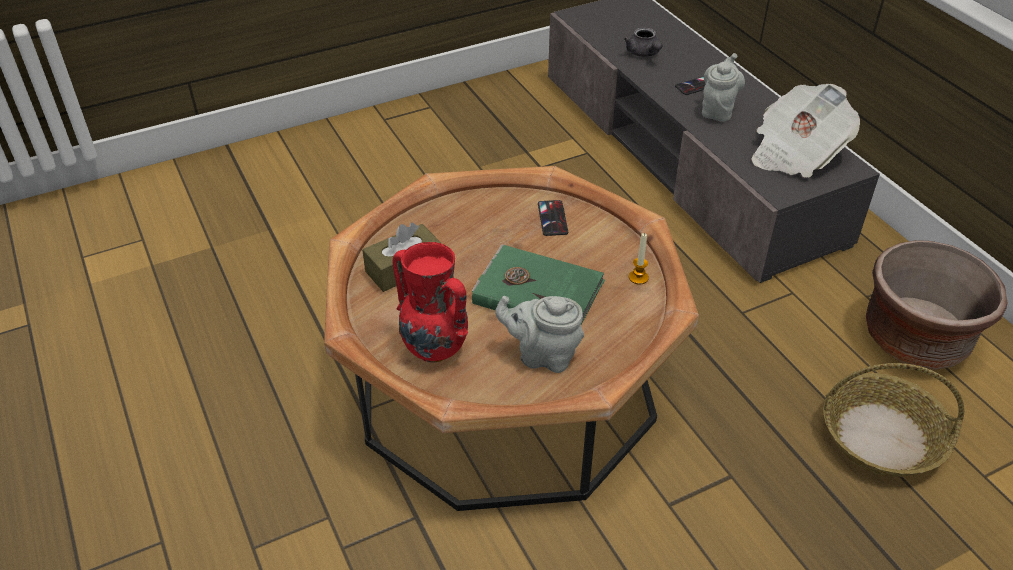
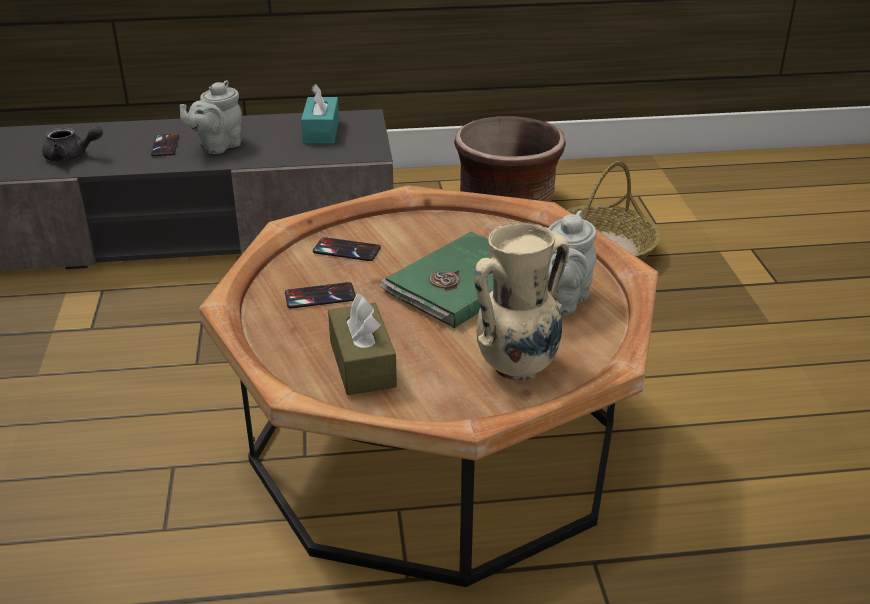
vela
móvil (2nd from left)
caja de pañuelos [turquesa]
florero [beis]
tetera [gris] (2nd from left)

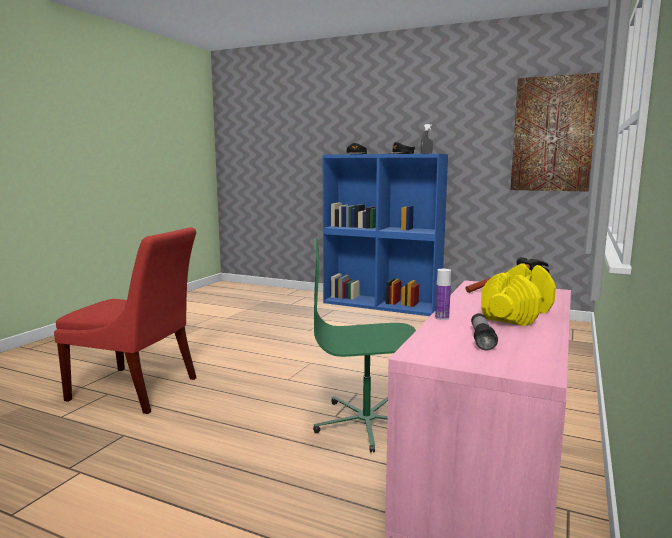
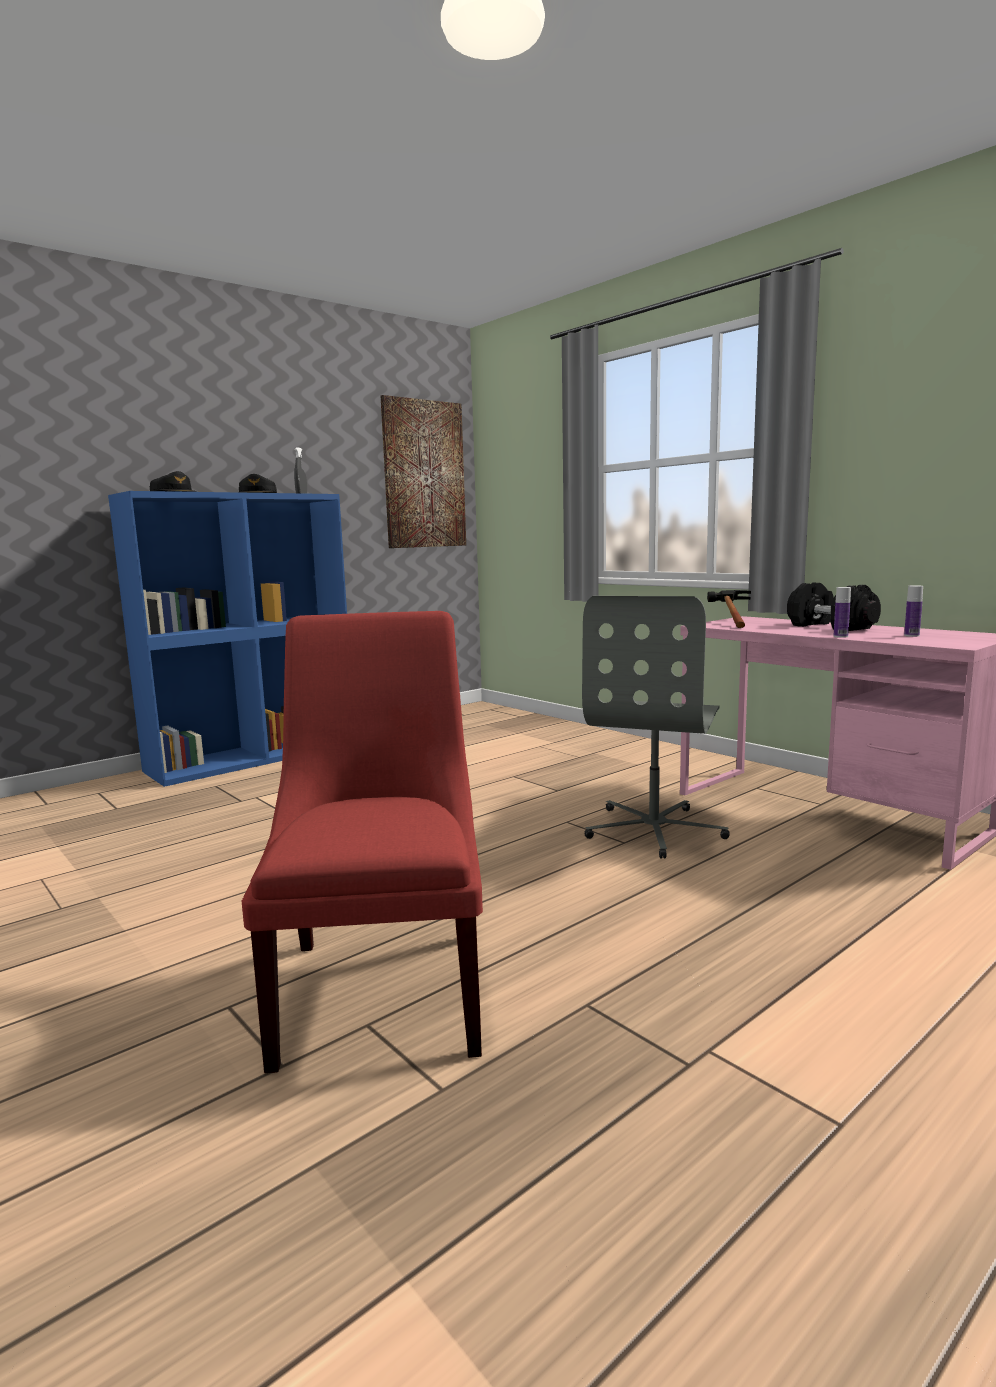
botella (2nd from left)
silla de oficina [gris]
mancuerna [negro]
silla [rojo]

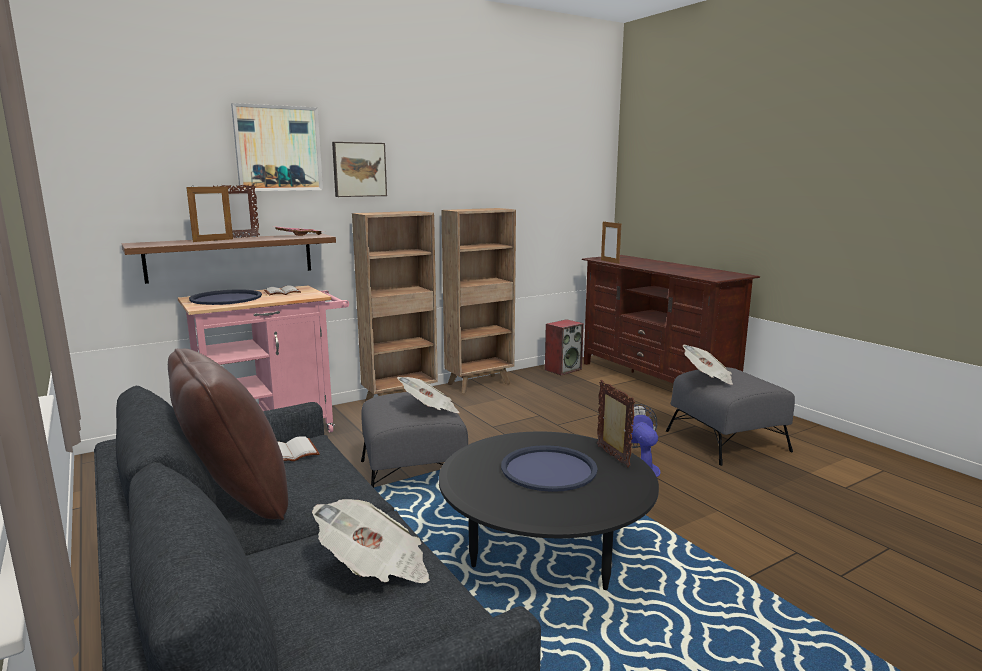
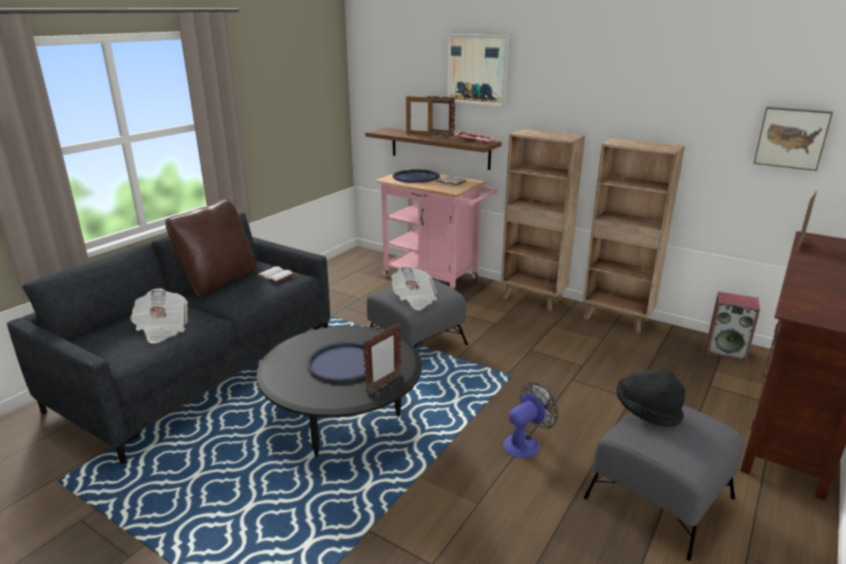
cuadro (2nd from left)
sombrero [negro]

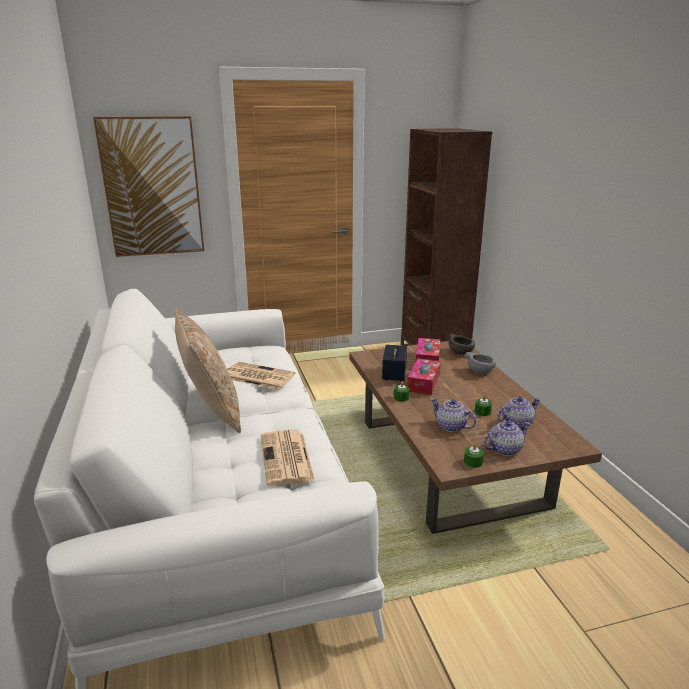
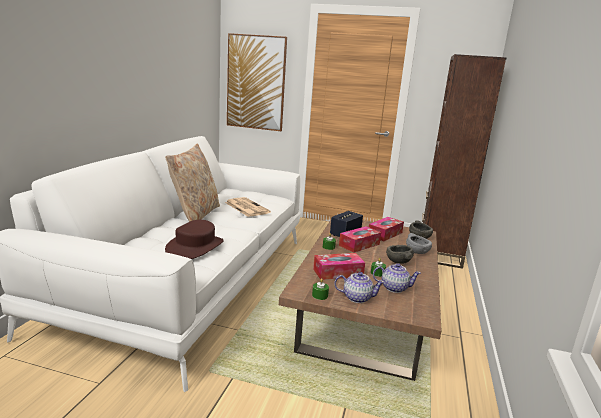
cuenco [gris] (1st from left)
sombrero [marrón]
caja de pañuelos (1st from left)

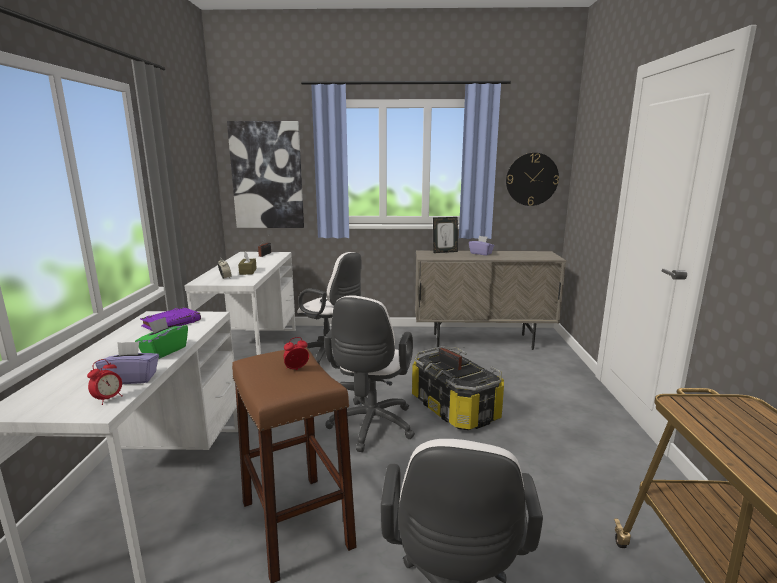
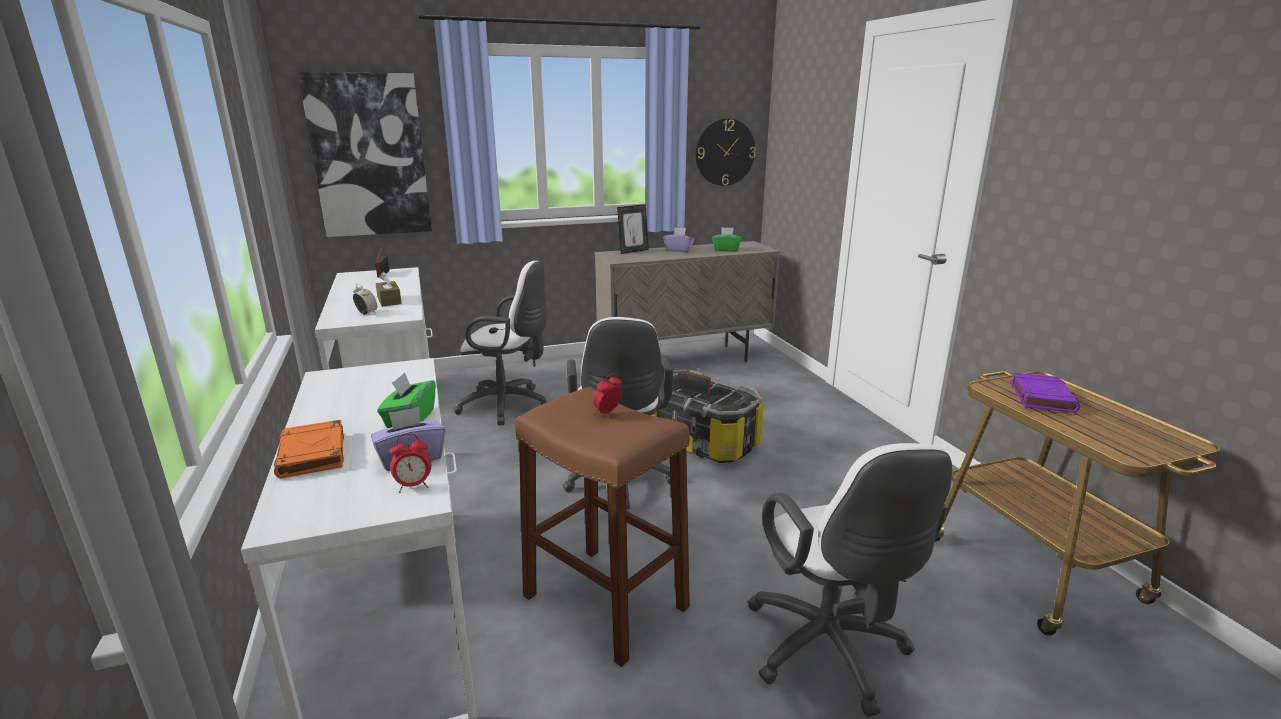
libro [naranja]
caja de pañuelos [verde] (2nd from left)
libro [morado]
despertador (2nd from left)

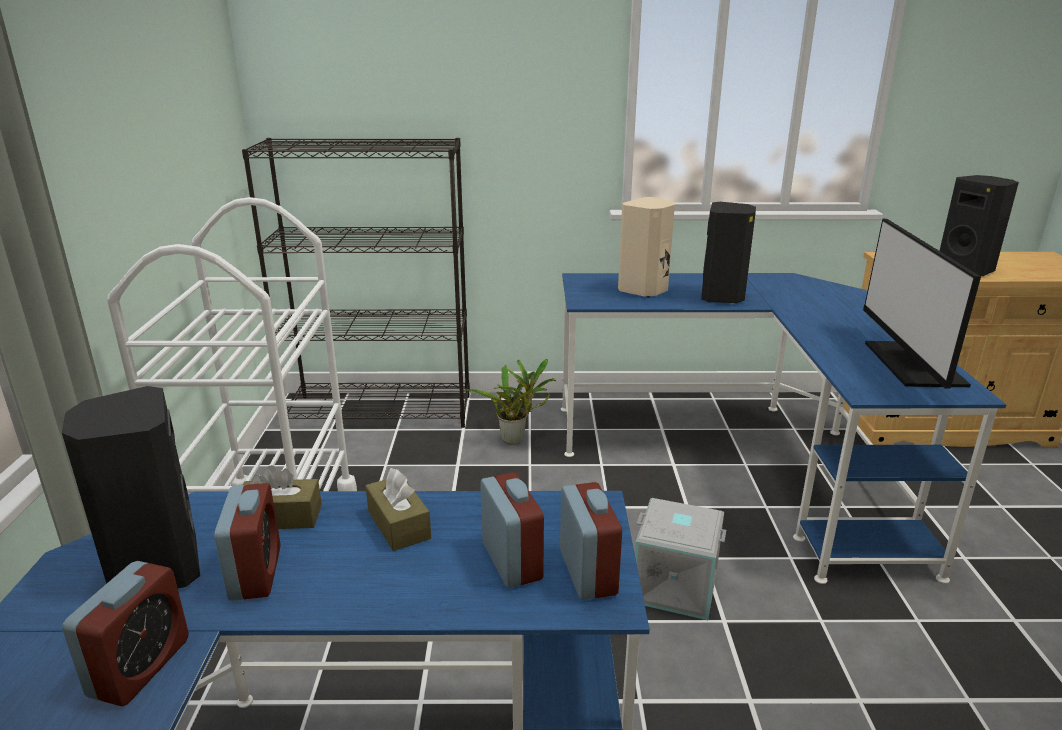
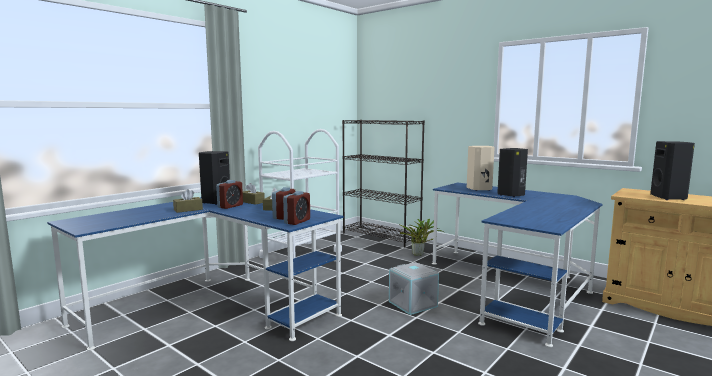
monitor
caja de pañuelos [marrón] (1st from left)

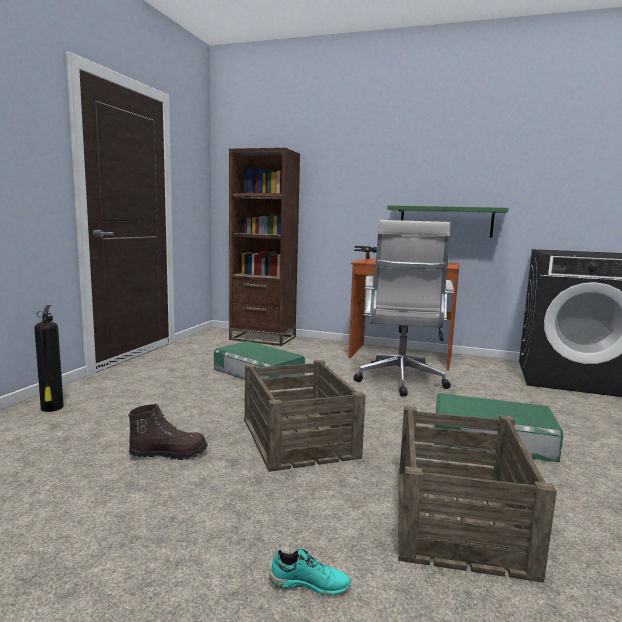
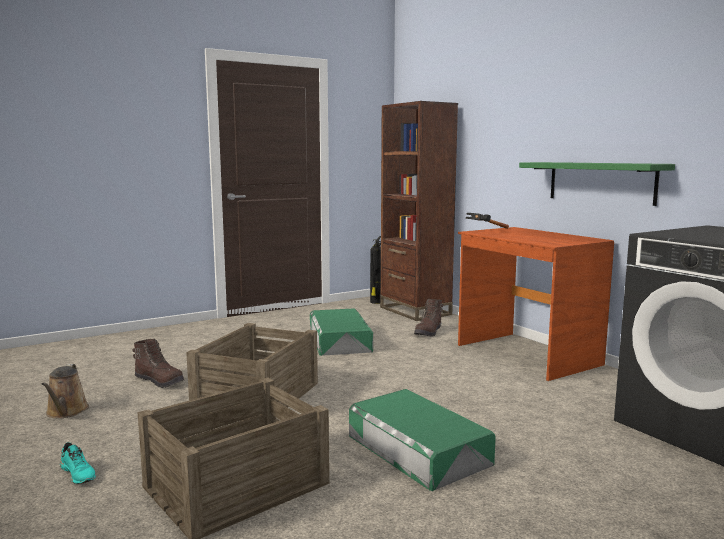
silla de oficina [blanco]
regadera [marrón]
bota [marrón] (2nd from left)
extintor

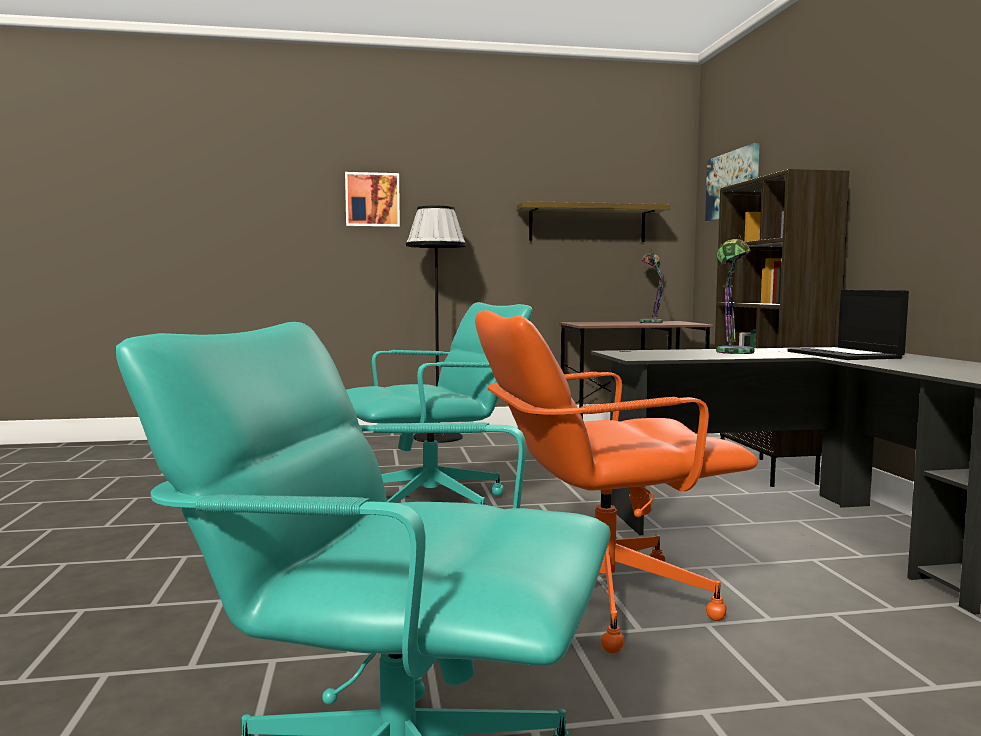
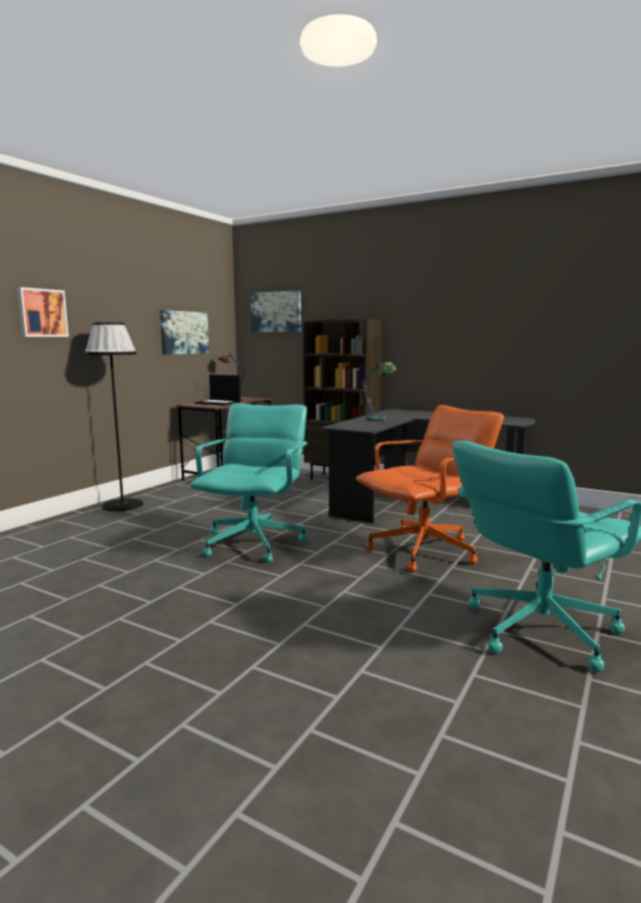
portátil
cuadro (2nd from left)
silla de oficina [naranja]

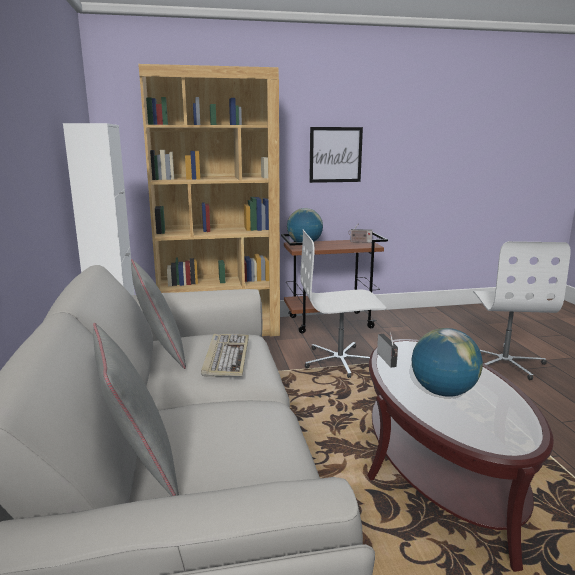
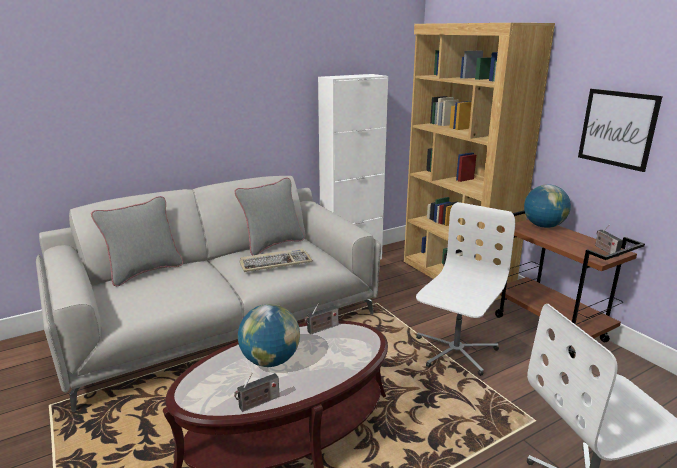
radio (1st from left)
silla de oficina [blanco] (1st from left)

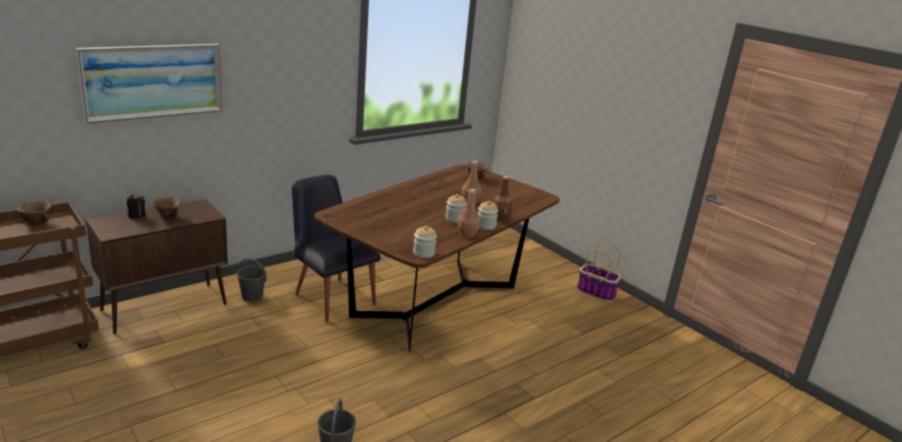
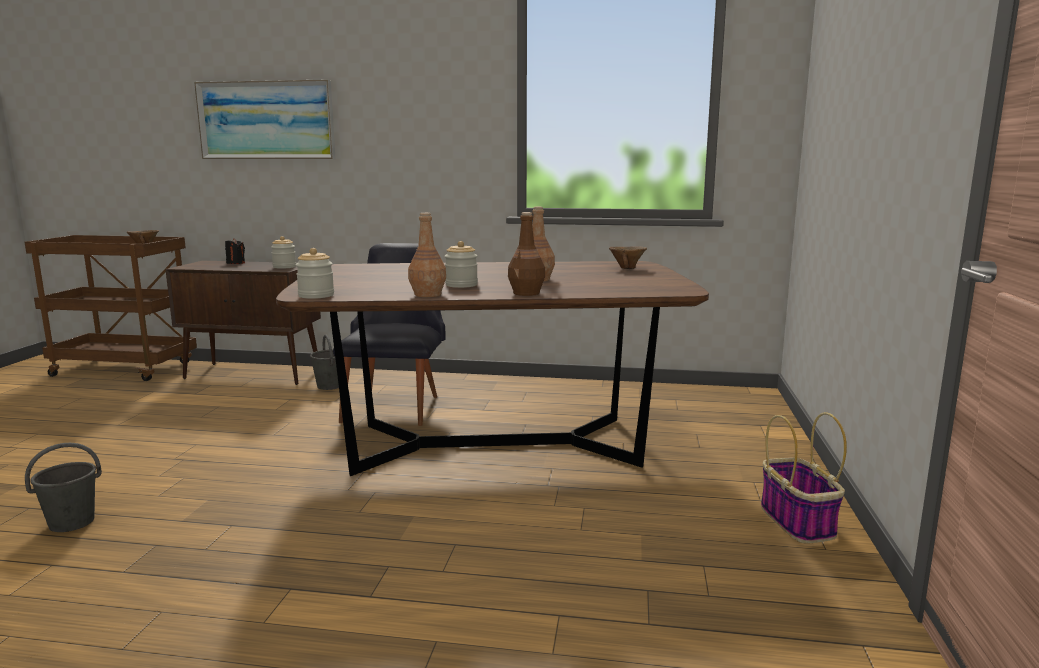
cuenco [marrón] (2nd from left in the first image)
tarro (1st from left)

